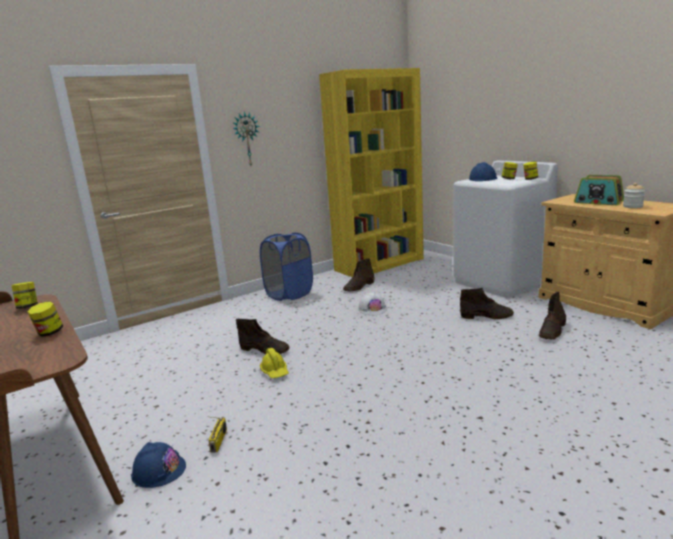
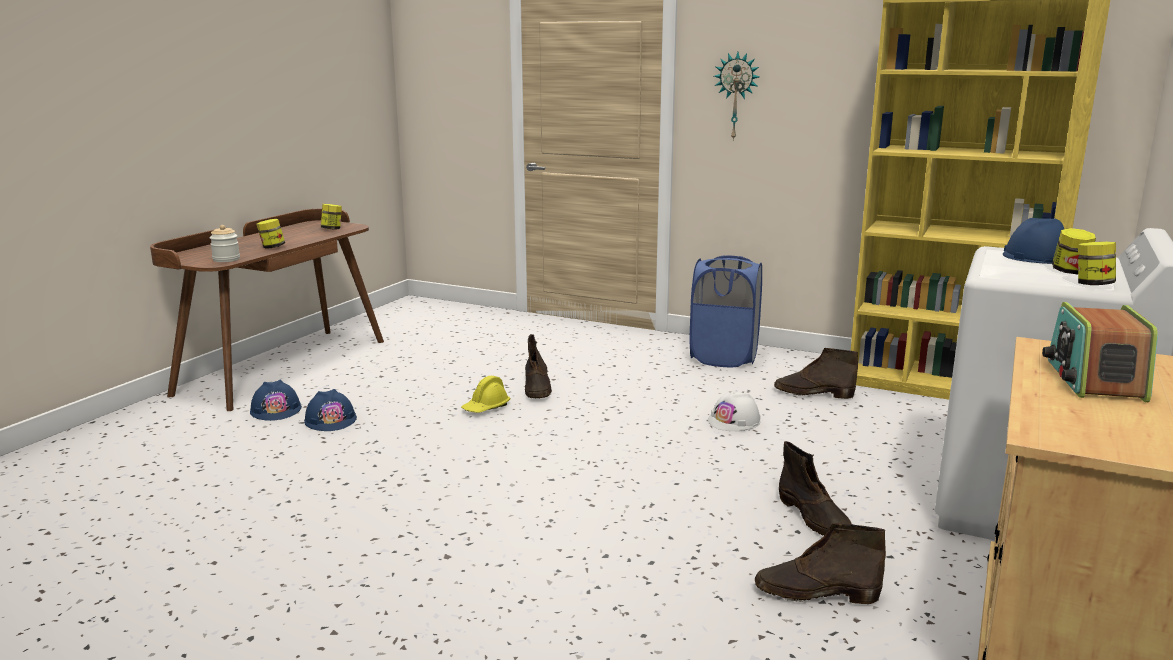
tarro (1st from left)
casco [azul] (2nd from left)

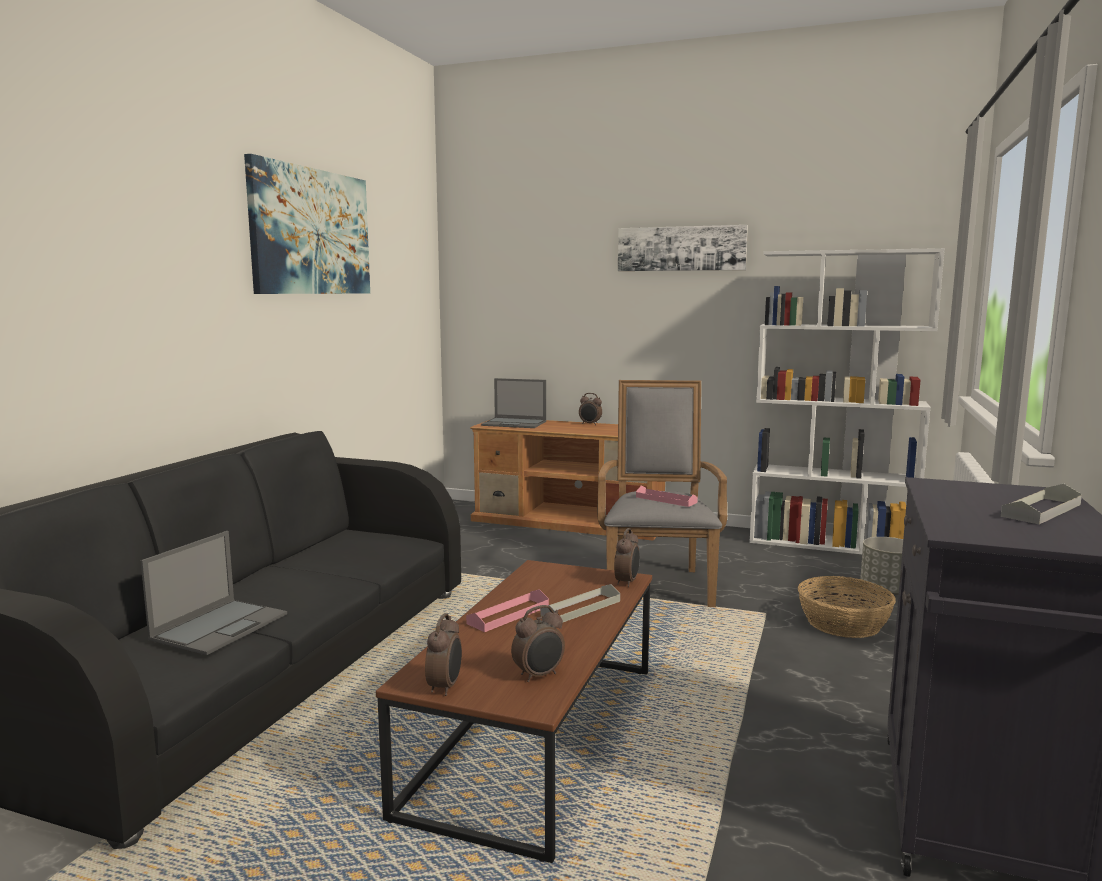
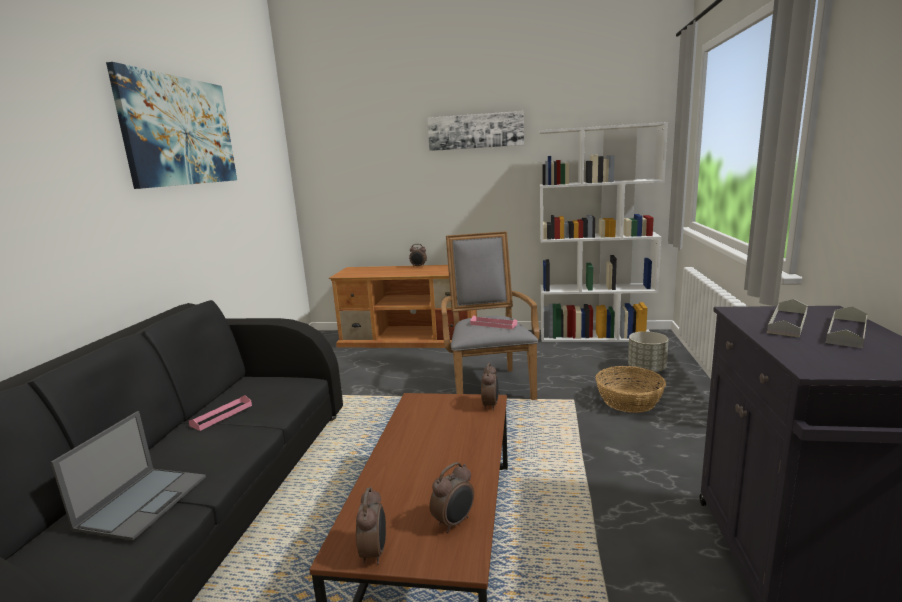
portátil (2nd from left in the first image)
bandeja [rosa] (1st from left)
bandeja [gris] (1st from left)

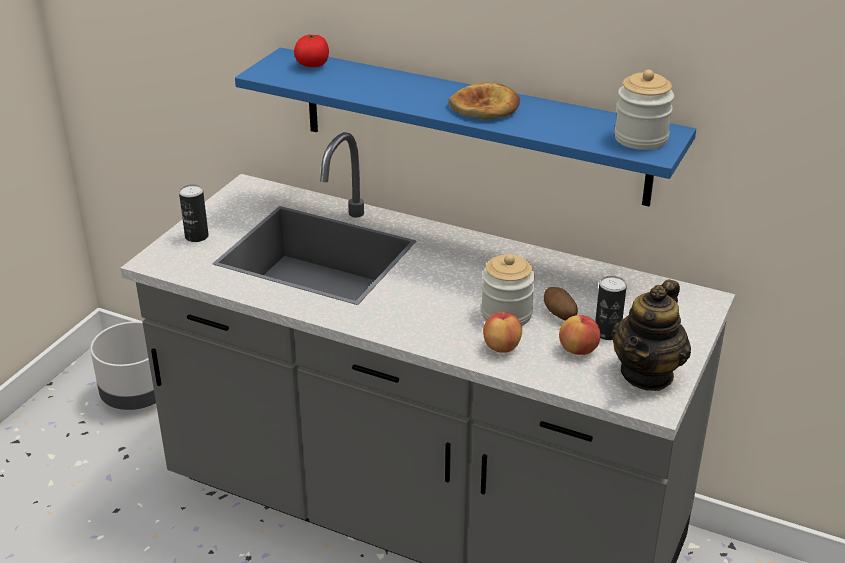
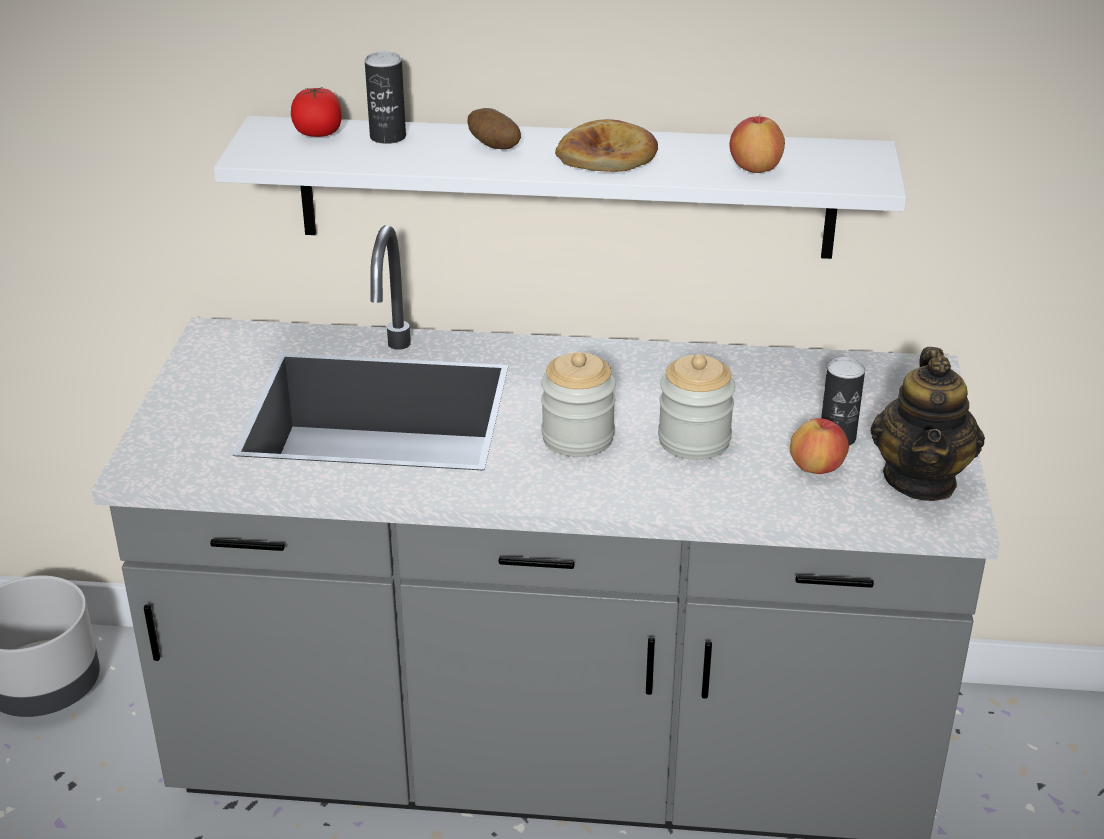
lata (1st from left)
manzana (1st from left)
patata
tarro (1st from left)
estante [blanco]

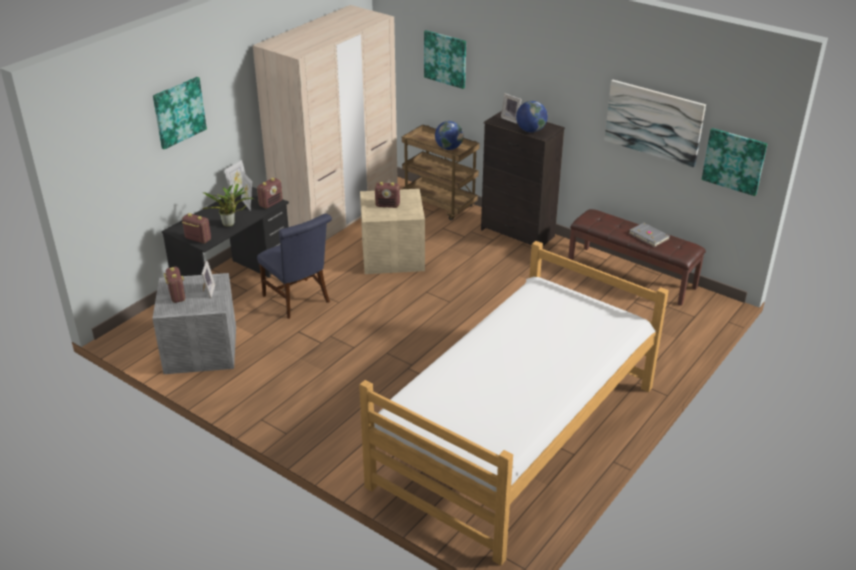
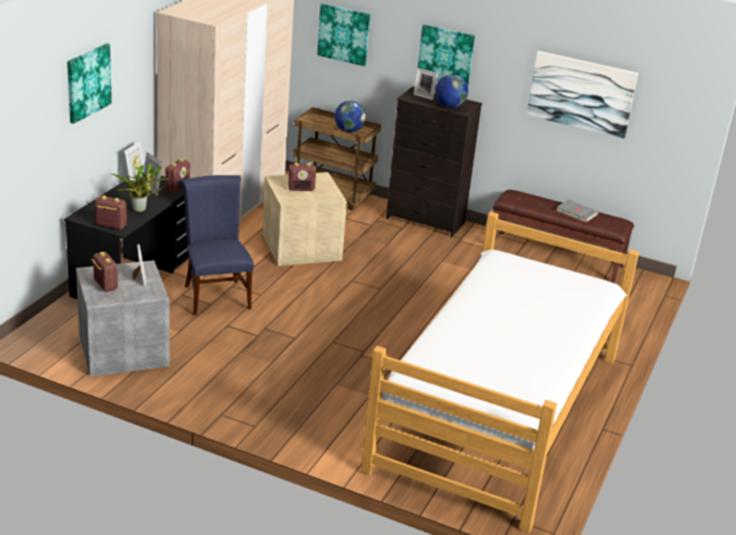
cuadro (3rd from left)
silla [azul]

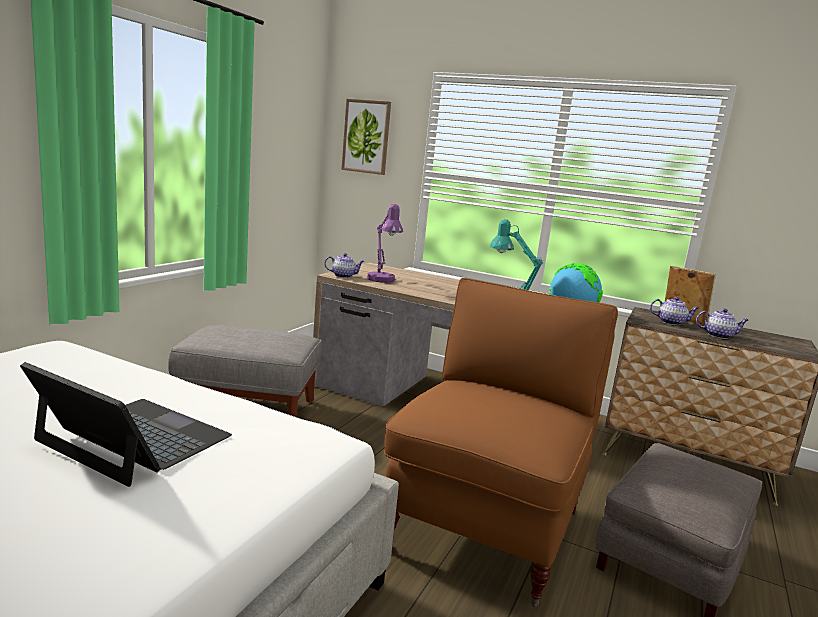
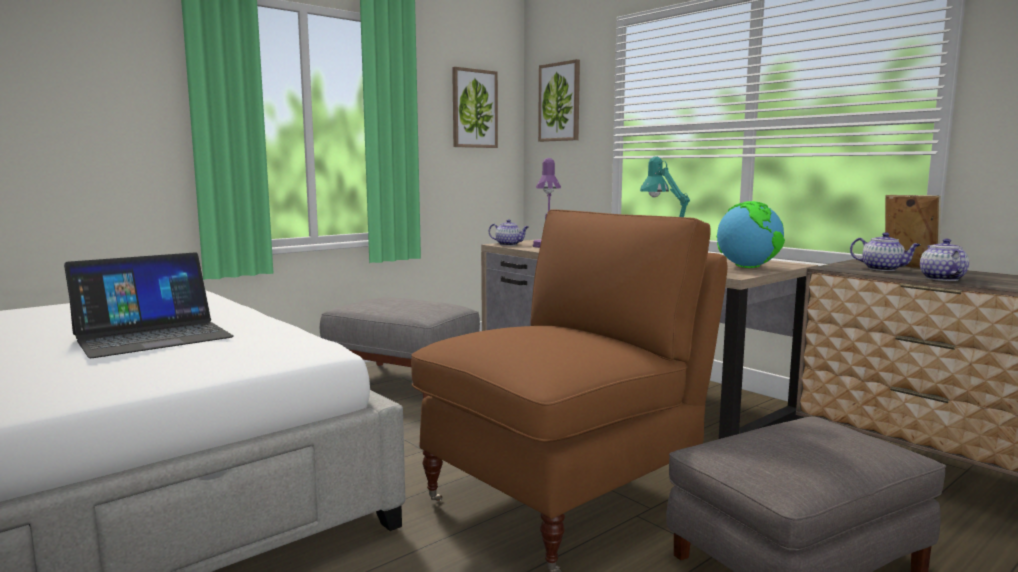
cuadro (1st from left)
portátil
tetera (3rd from left)

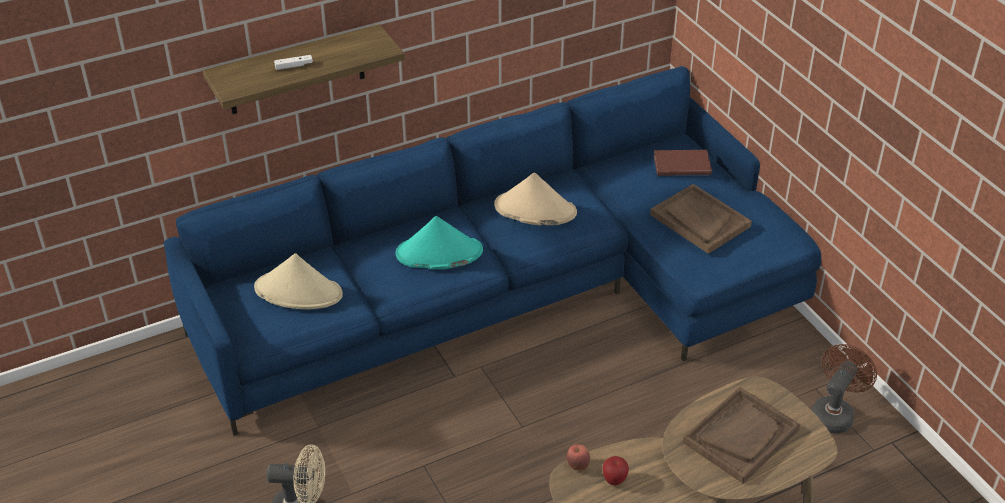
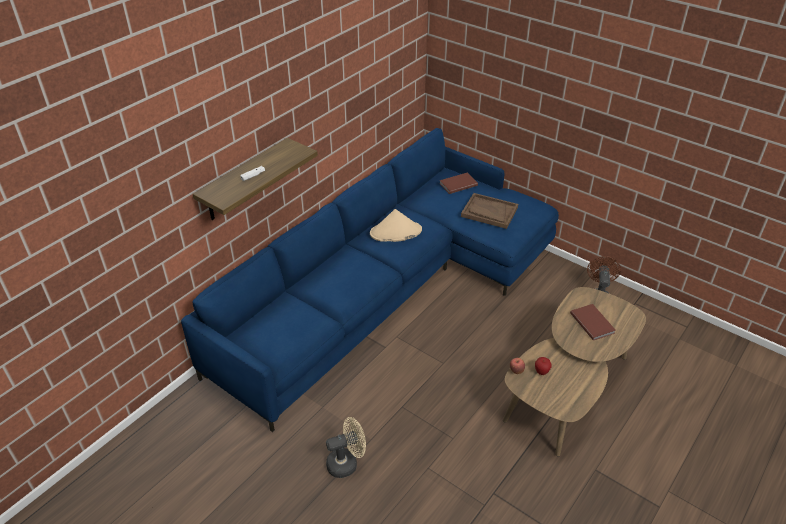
sombrero [beis] (1st from left in the first image)
sombrero [turquesa]
libro [marrón] (2nd from left)

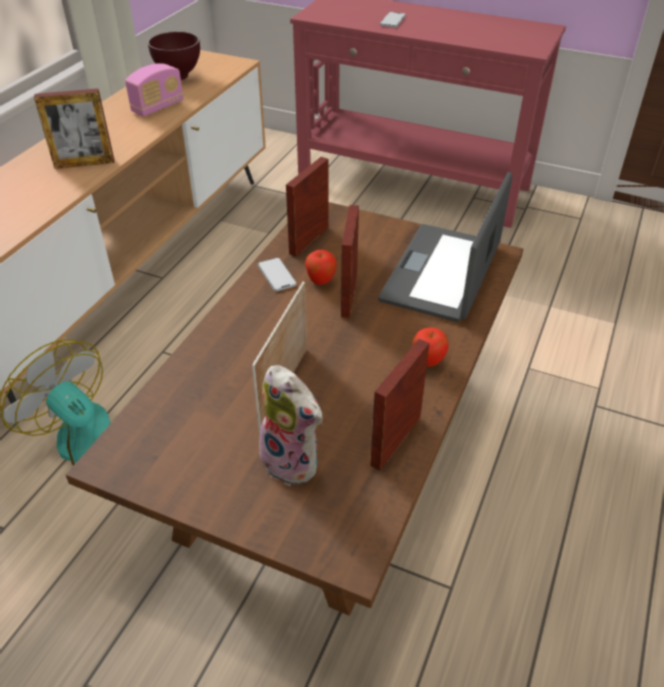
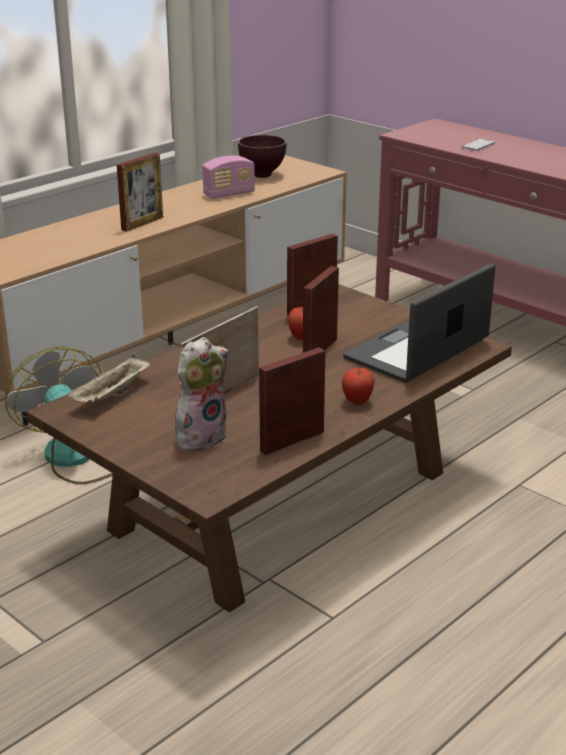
móvil (1st from left in the first image)
bandeja [beis]
portarretratos (1st from left)
peluche

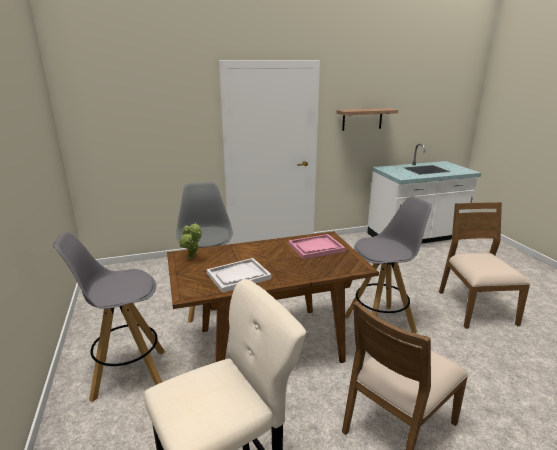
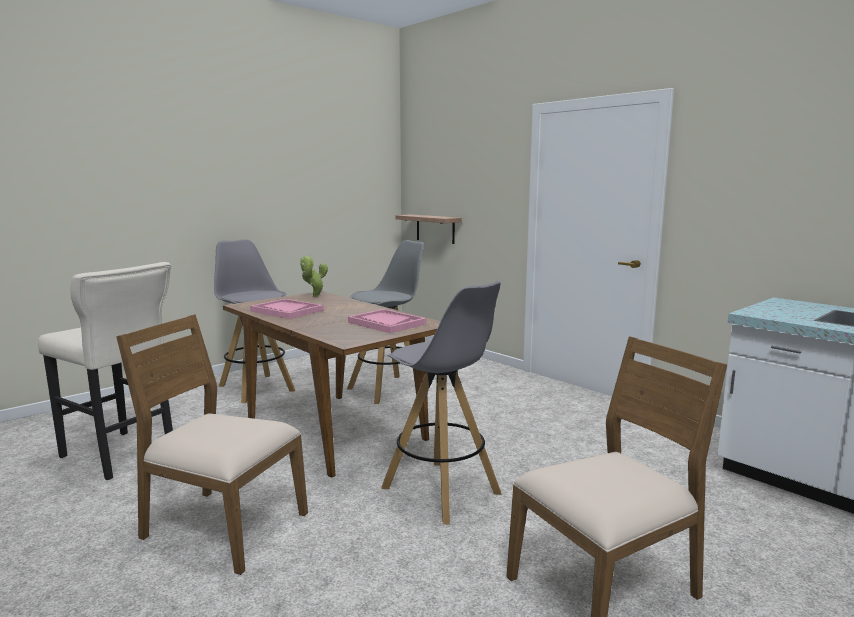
estante
bandeja [rosa] (1st from left)

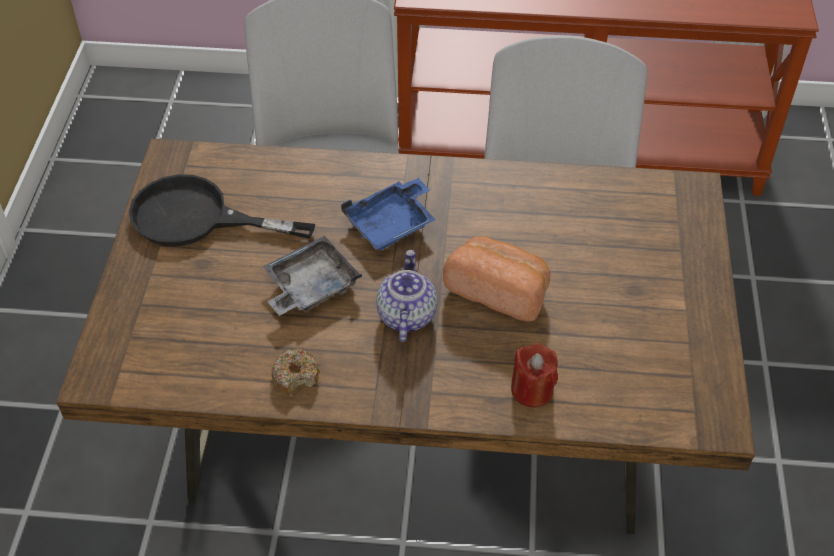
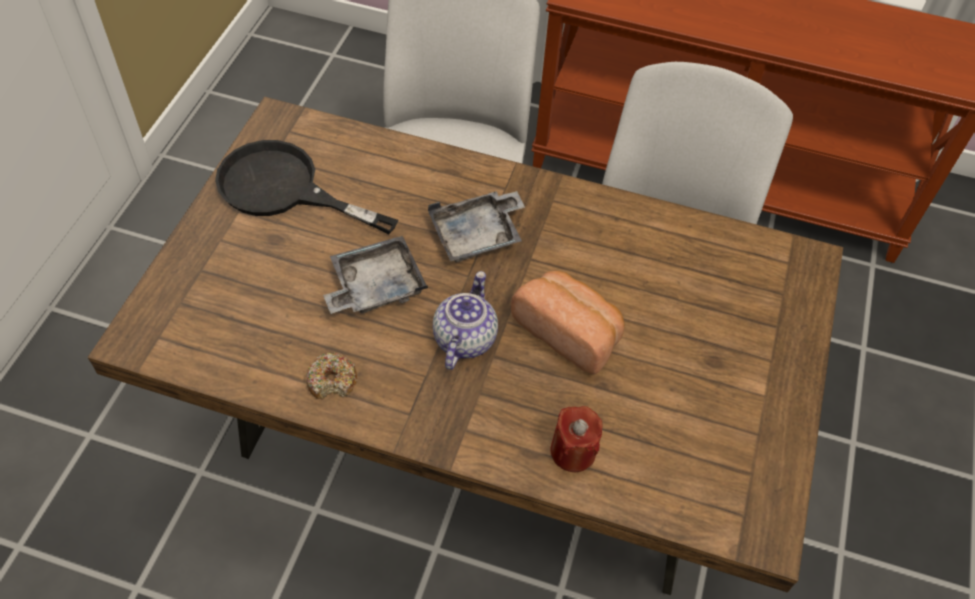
bandeja [gris] (2nd from left)

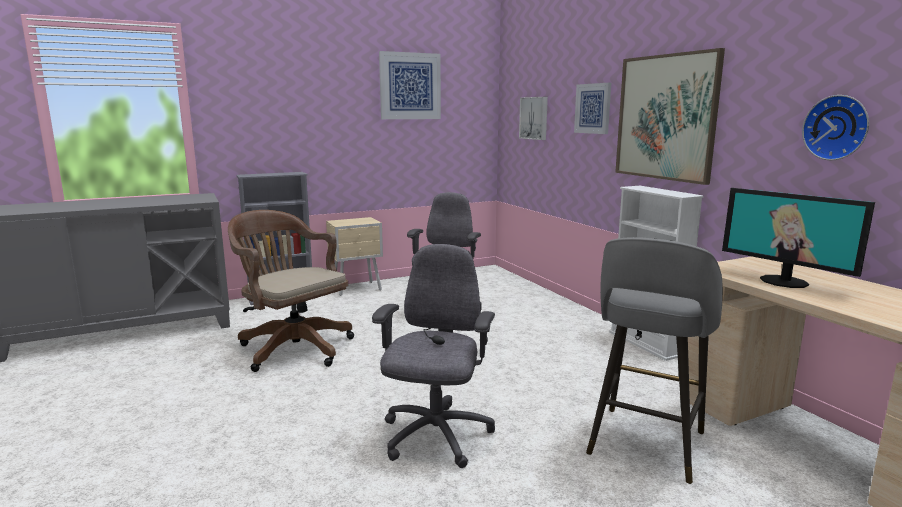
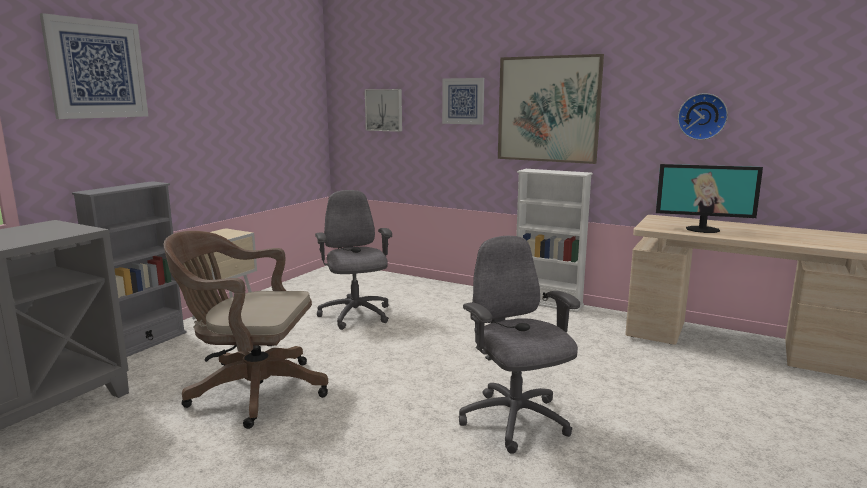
taburete [gris]
cuadro (1st from left)

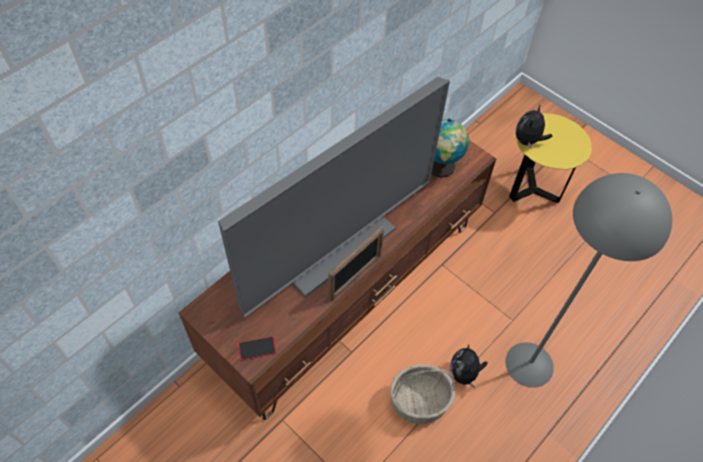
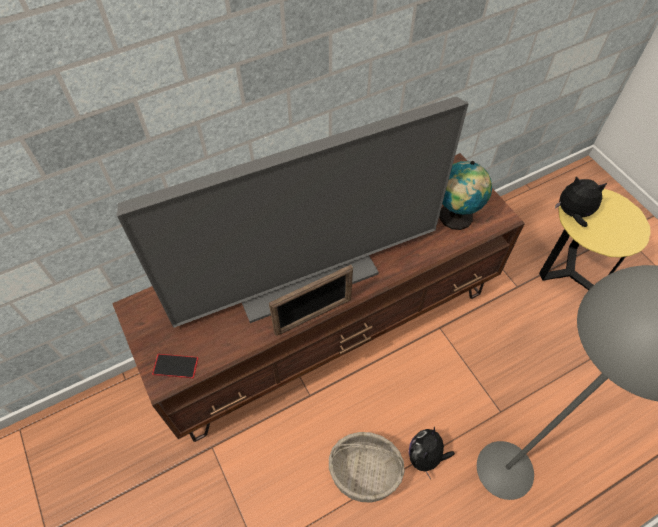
peluche (2nd from left)

